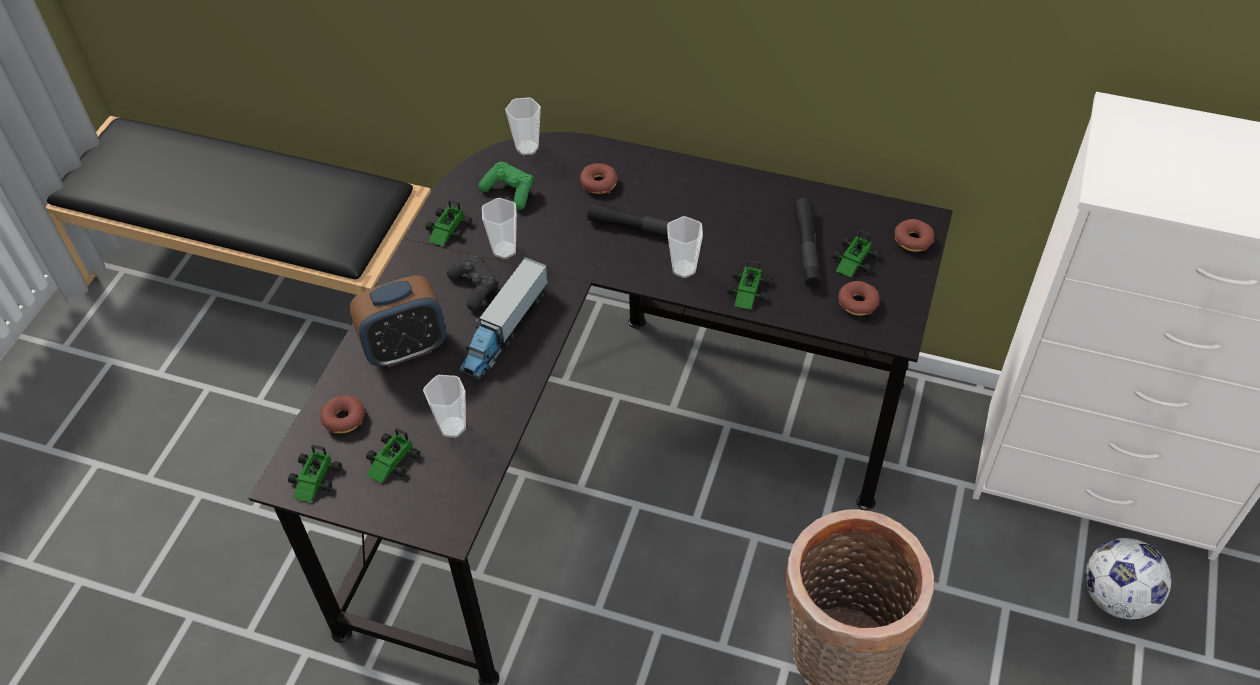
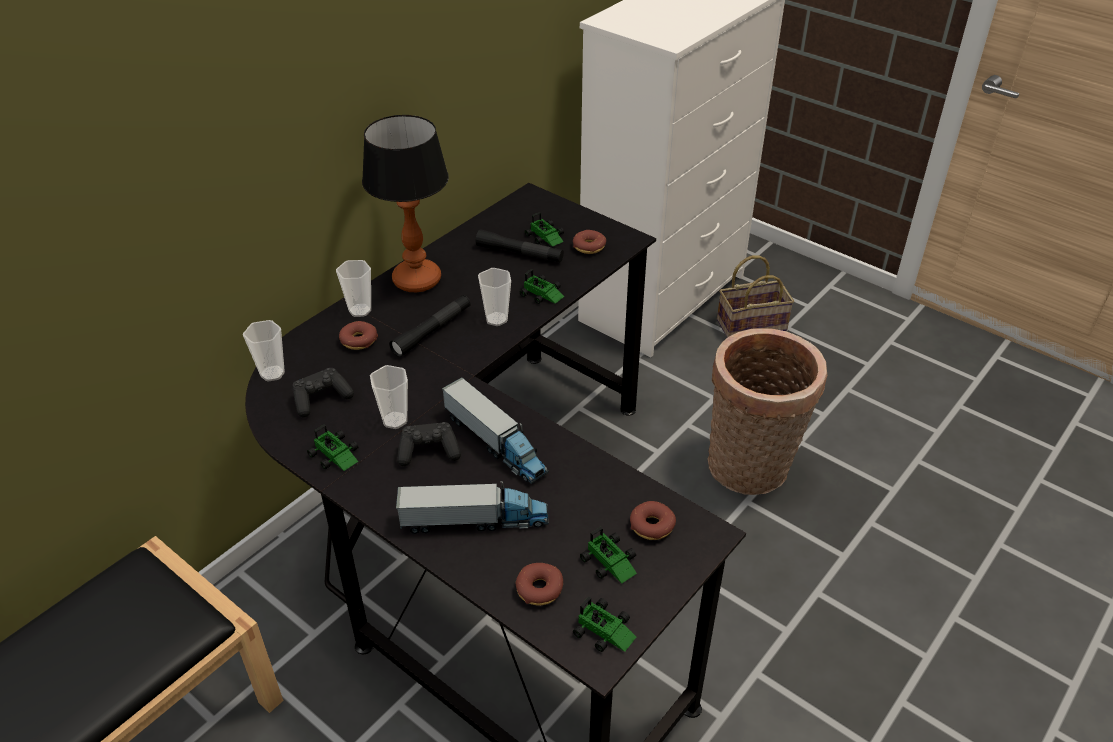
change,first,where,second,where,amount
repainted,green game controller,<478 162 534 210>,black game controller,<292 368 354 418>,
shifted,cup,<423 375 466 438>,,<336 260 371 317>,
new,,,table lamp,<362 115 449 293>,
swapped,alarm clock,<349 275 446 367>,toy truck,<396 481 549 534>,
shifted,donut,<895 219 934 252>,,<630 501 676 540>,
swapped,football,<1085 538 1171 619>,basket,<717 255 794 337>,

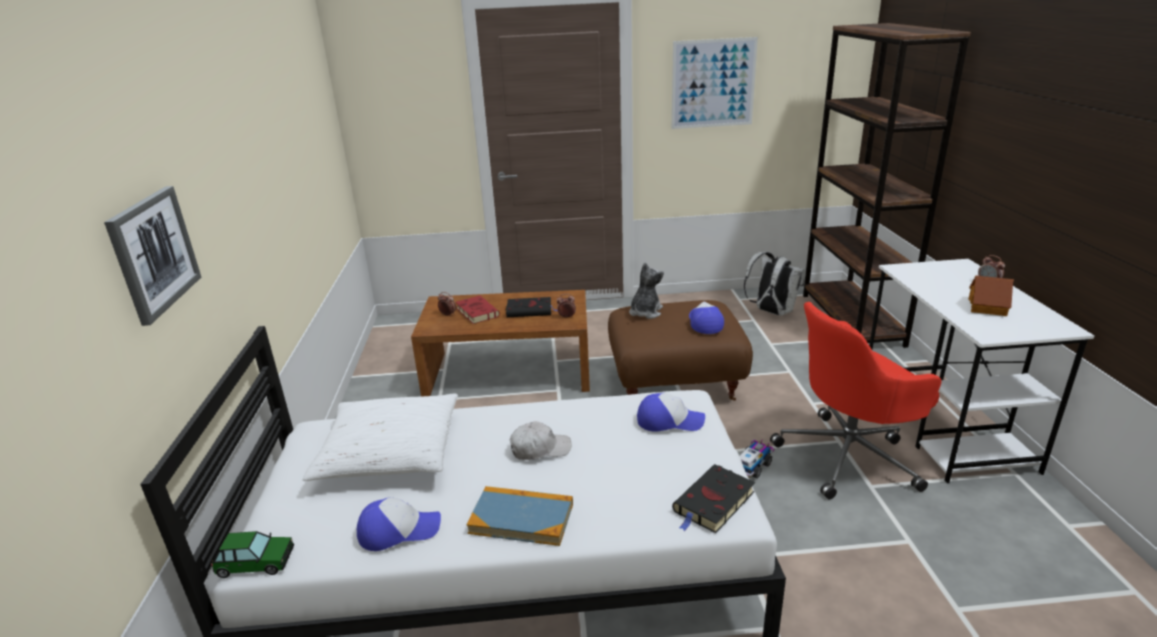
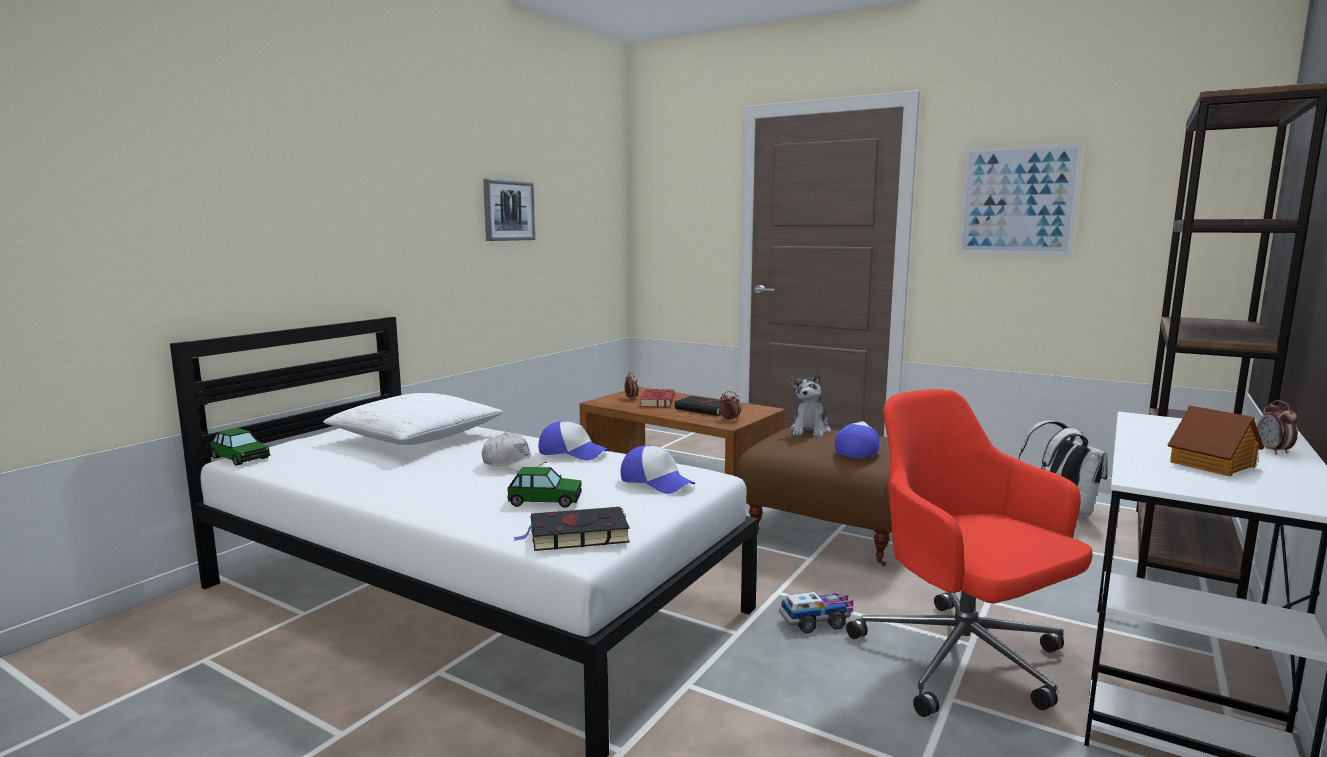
change,first,where,second,where,amount
shifted,picture,<104 186 201 326>,,<483 179 536 241>,
new,,,toy car,<507 467 582 507>,
shifted,cap,<357 497 441 551>,,<538 421 608 460>,
rotated,plush toy,<629 263 664 319>,,<791 370 831 437>,135 degrees clockwise
rotated,red office chair,<770 302 942 500>,,<846 389 1093 717>,45 degrees clockwise
gone,book,<467 486 573 546>,,,

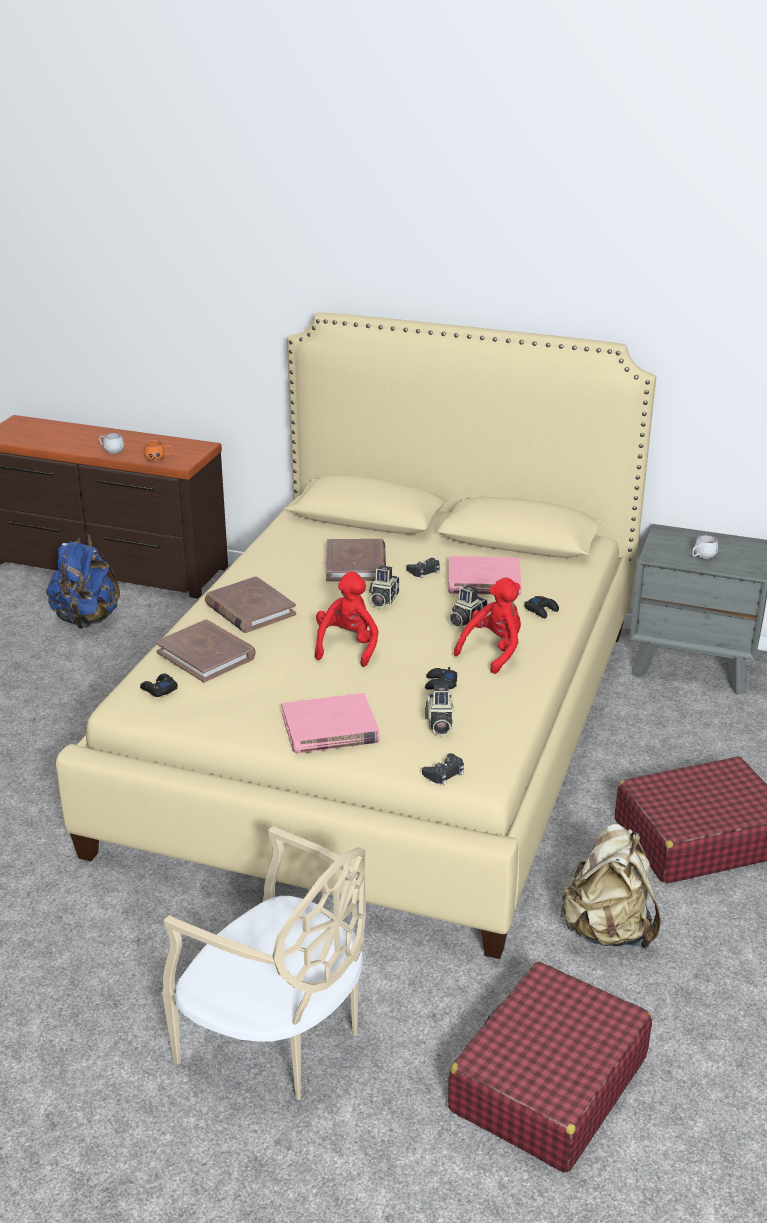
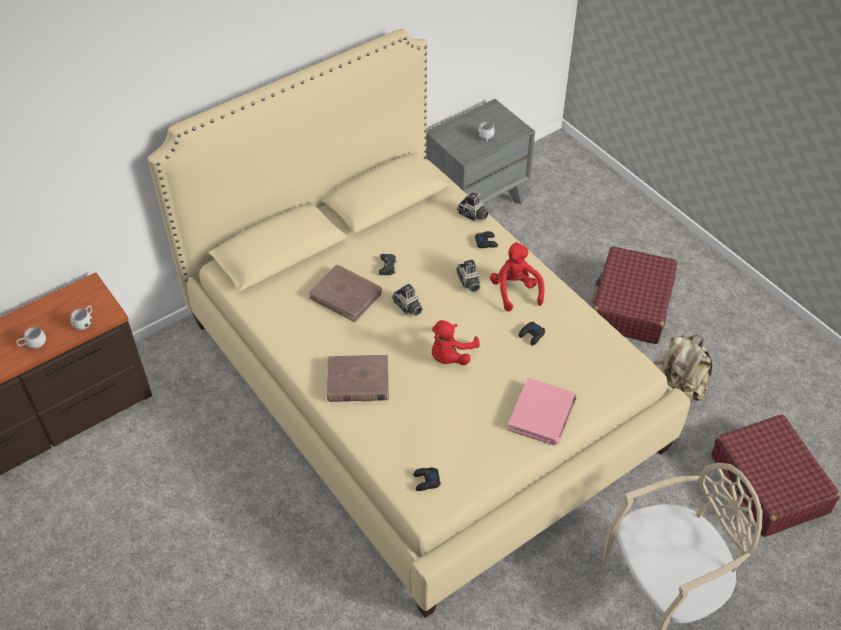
change,first,where,second,where,amount
repainted,orange mug,<144 441 173 462>,white mug,<70 306 92 330>,
rotated,red plush toy,<315 571 379 667>,,<432 320 480 365>,105 degrees counterclockwise
shifted,photo camera,<425 686 454 736>,,<457 192 489 221>,
gone,blue backpack,<46 534 120 629>,,,
gone,brown book,<155 620 256 683>,,,
gone,black game controller,<422 753 464 785>,,,
gone,pink book,<448 556 521 595>,,,

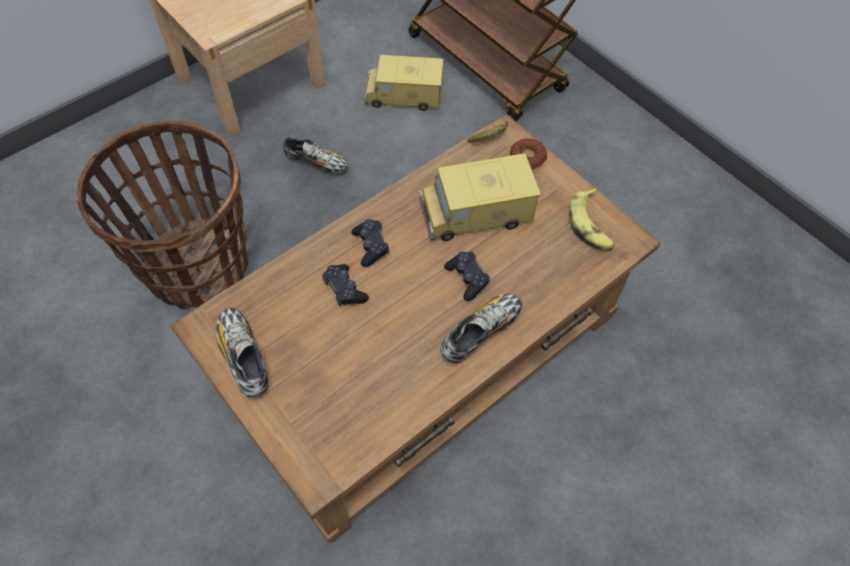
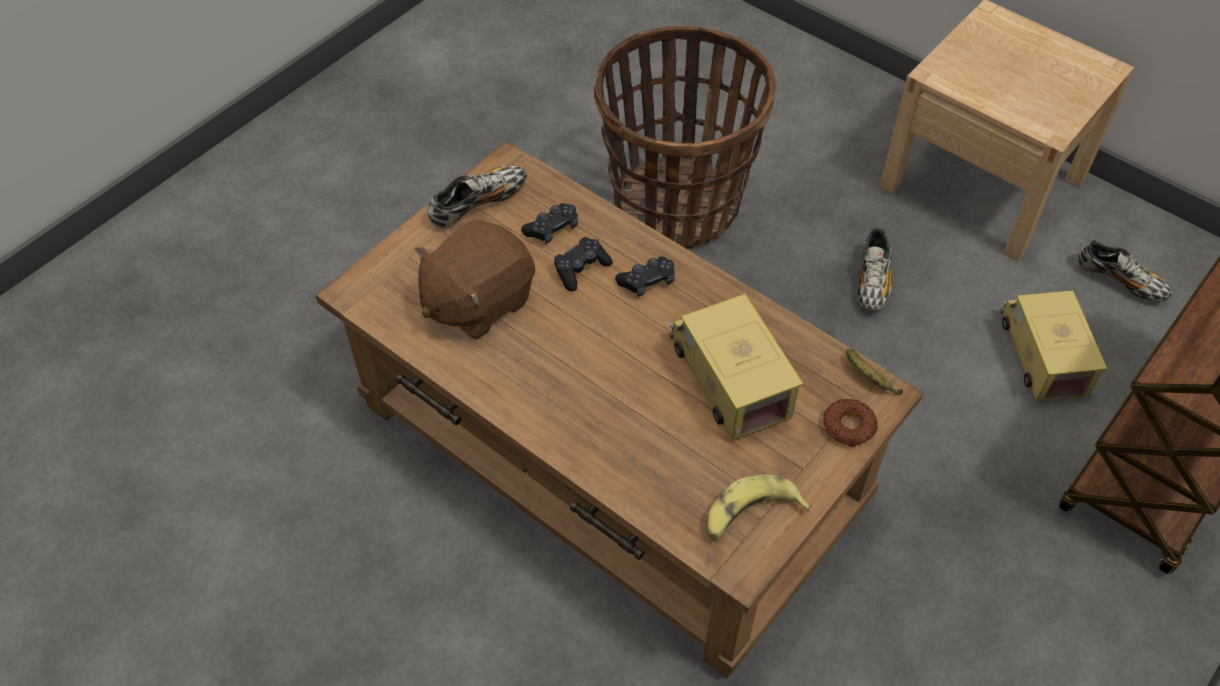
change,first,where,second,where,amount
new,,,brown plush toy,<415 220 535 340>,
shifted,black game controller,<444 251 490 301>,,<521 203 578 244>,
shifted,shoe,<440 294 522 364>,,<1078 240 1172 302>,

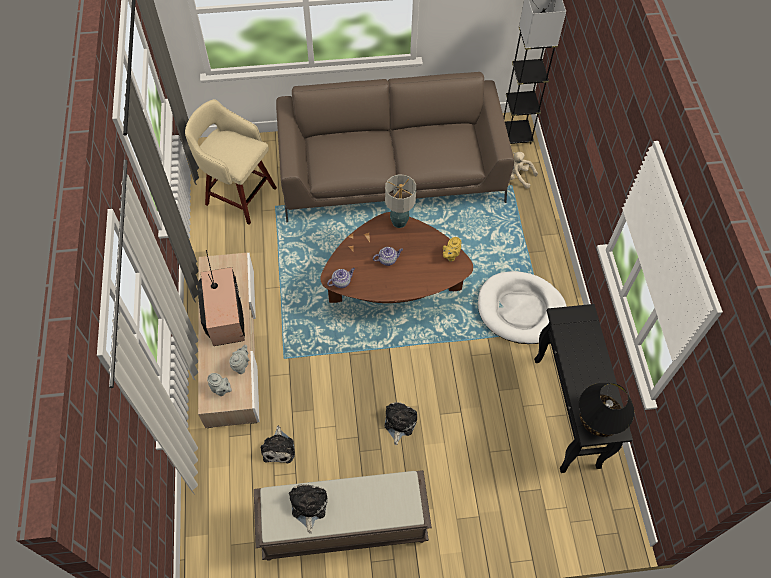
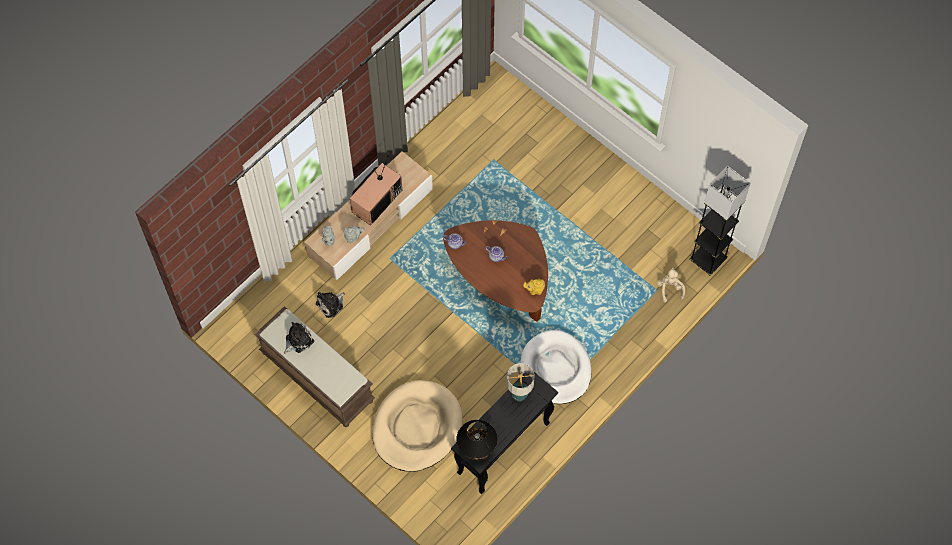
change,first,where,second,where,amount
new,,,beige dog bed,<372 380 463 472>,
shifted,table lamp,<385 175 416 228>,,<507 363 535 402>,
gone,beige stool,<185 99 277 225>,,,
gone,brown sofa,<276 72 514 222>,,,
gone,plush toy,<384 402 417 445>,,,

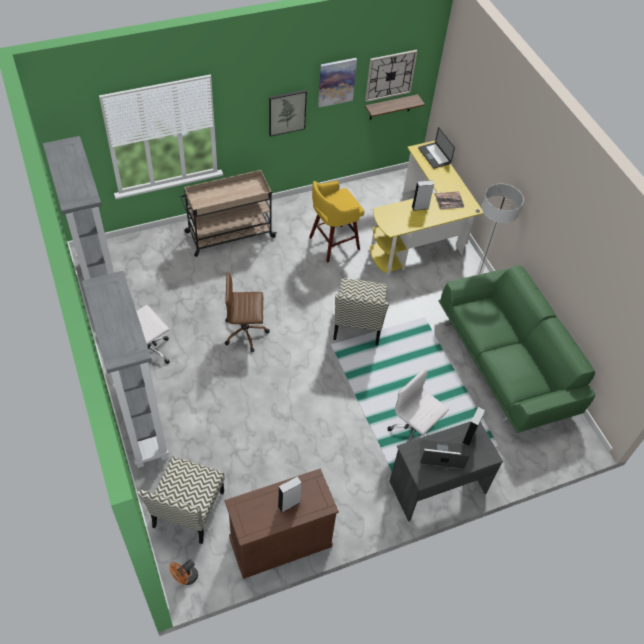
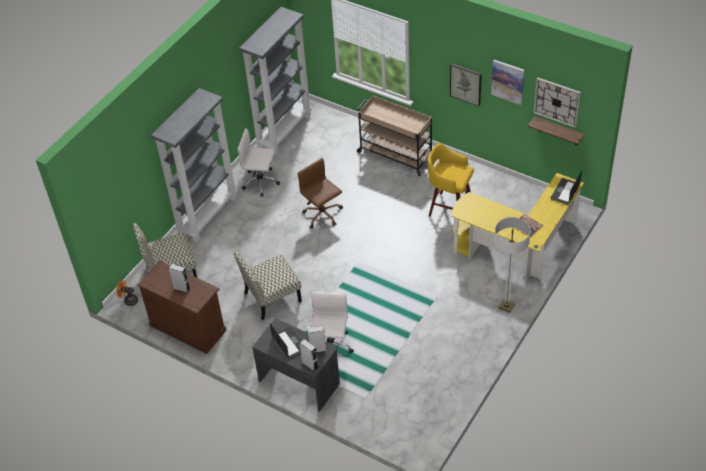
change,first,where,second,where,amount
shifted,chair,<333 278 389 345>,,<234 251 302 320>,
shifted,grey speaker,<412 180 434 211>,,<300 339 318 372>,
gone,green sofa,<438 266 595 433>,,,

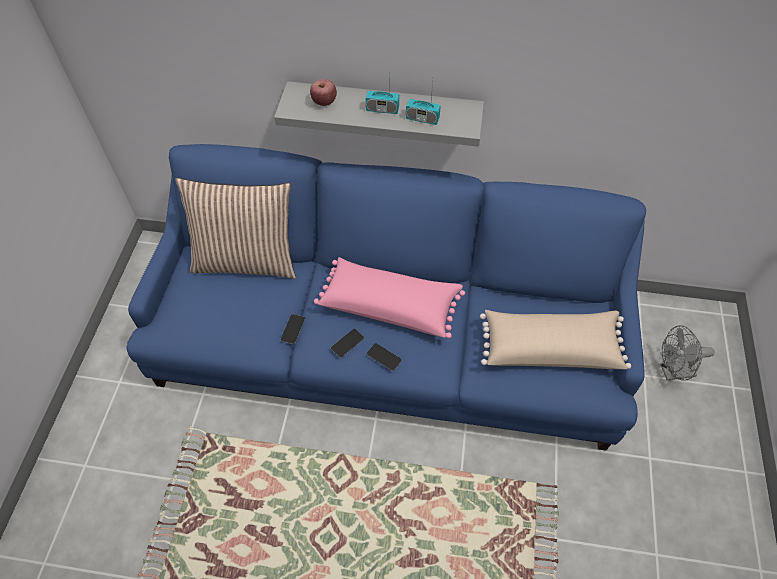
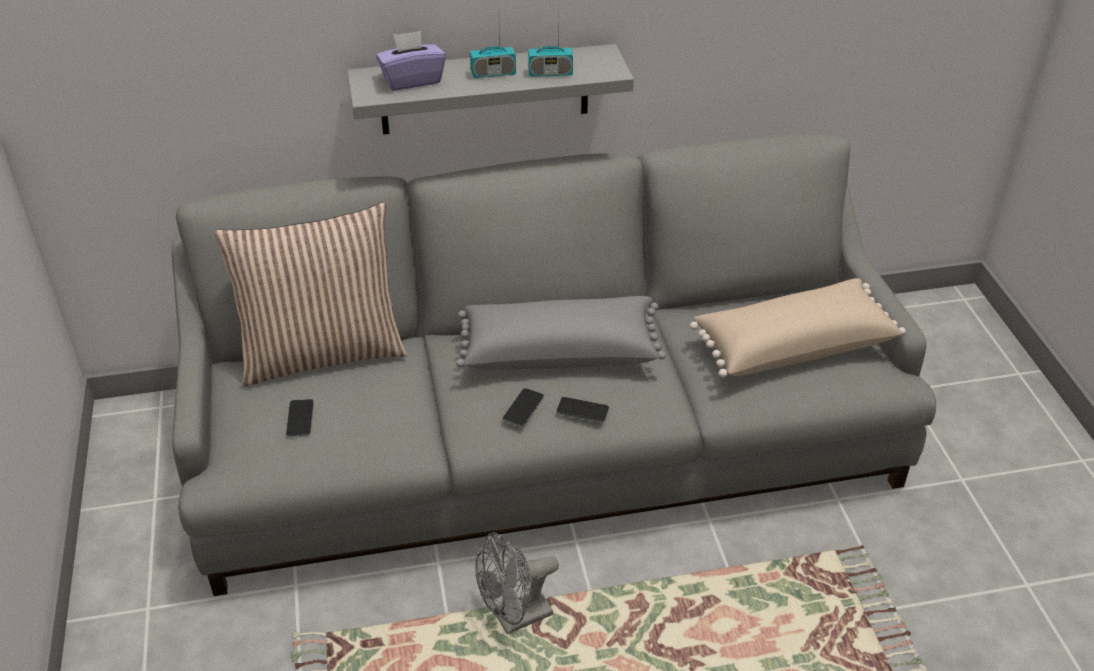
change,first,where,second,where,amount
repainted,blue sofa,<126 144 646 451>,grey sofa,<172 134 936 596>,
shifted,phone,<280 314 305 344>,,<286 399 314 437>,
swapped,apple,<310 79 337 106>,purple tissue box,<376 31 446 91>,
repainted,pink pillow,<314 257 465 338>,grey pillow,<456 296 666 370>,
shifted,grey fan,<661 325 715 381>,,<475 532 559 634>,

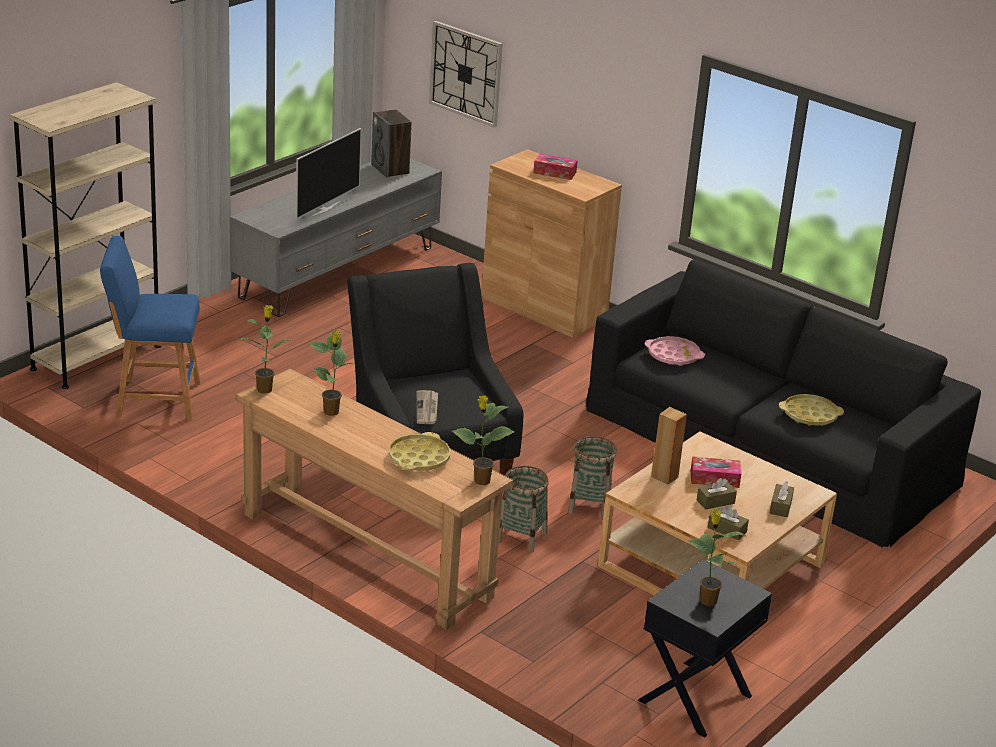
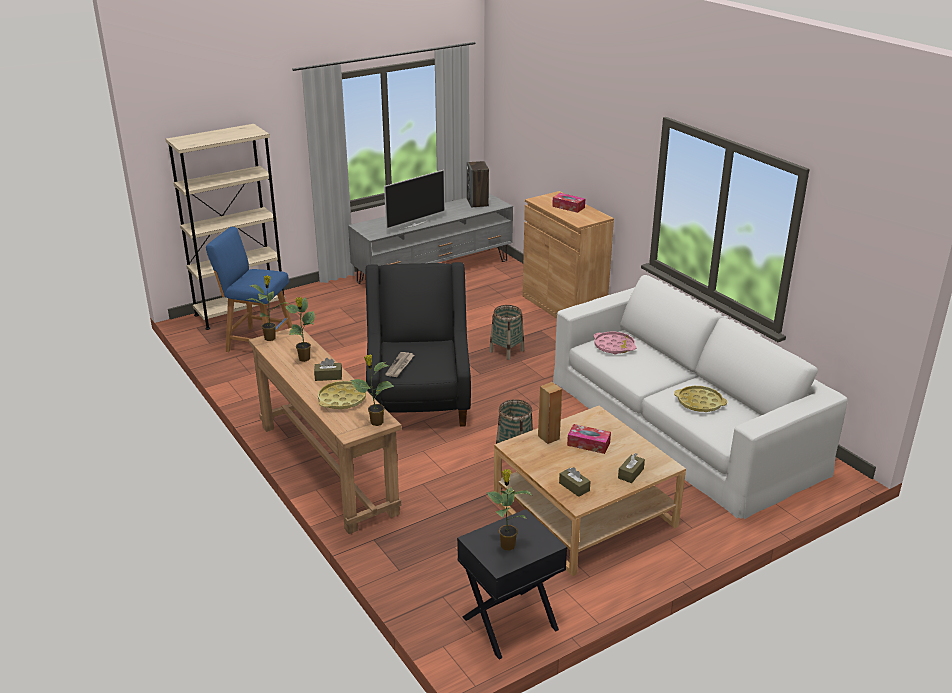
change,first,where,second,where,amount
shifted,brown tissue box,<697 478 737 510>,,<314 358 342 381>,
shifted,basket,<499 466 549 552>,,<489 305 524 360>,
repainted,black sofa,<586 259 981 548>,white sofa,<553 275 848 519>,
gone,wall clock,<429 21 503 128>,,,

